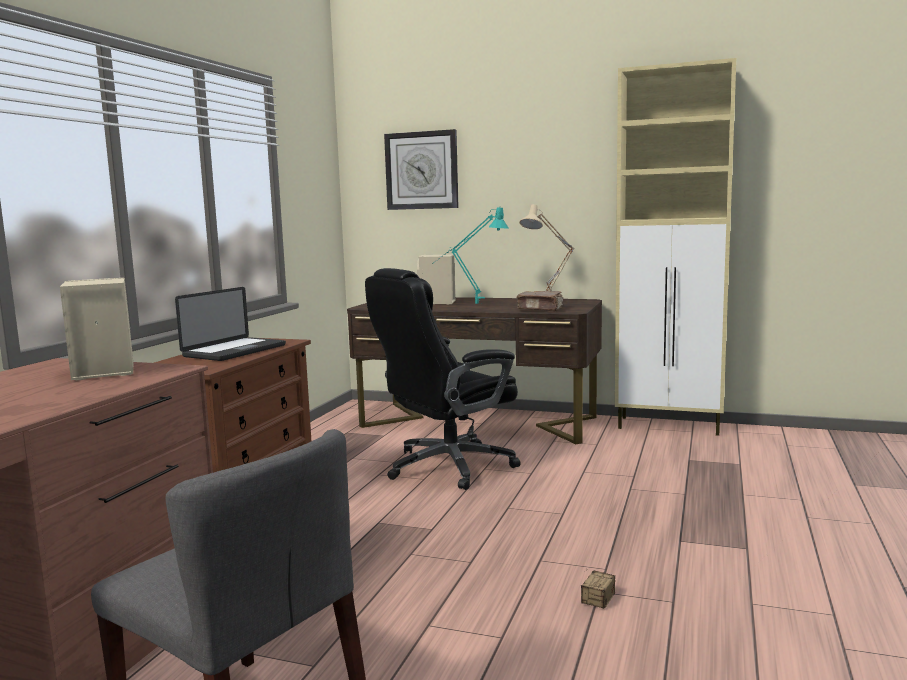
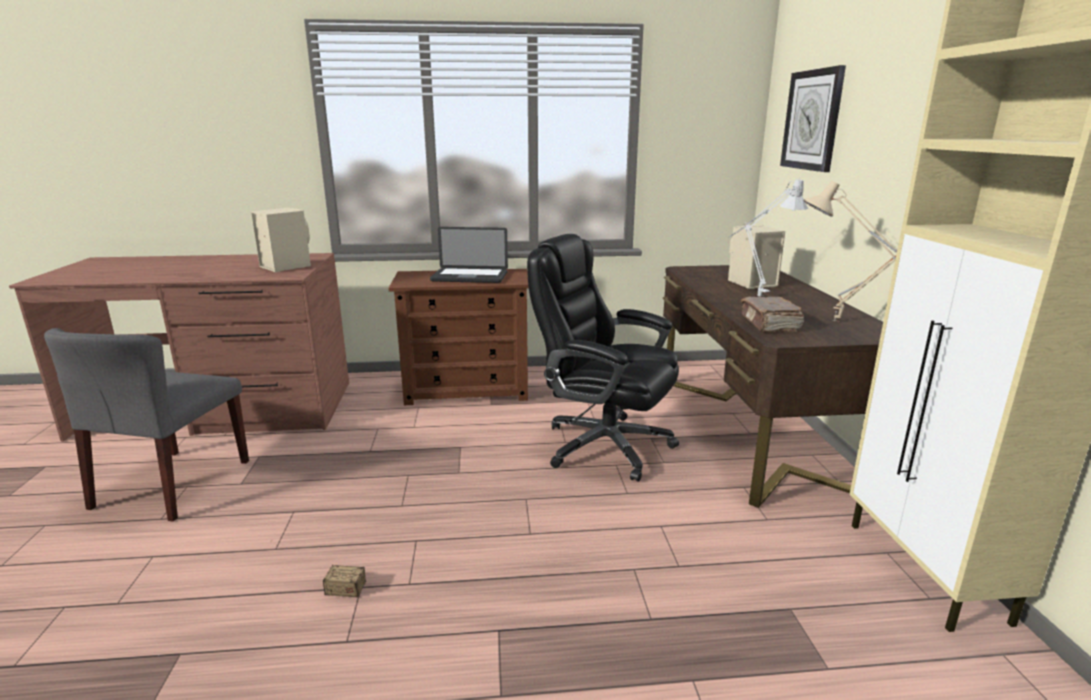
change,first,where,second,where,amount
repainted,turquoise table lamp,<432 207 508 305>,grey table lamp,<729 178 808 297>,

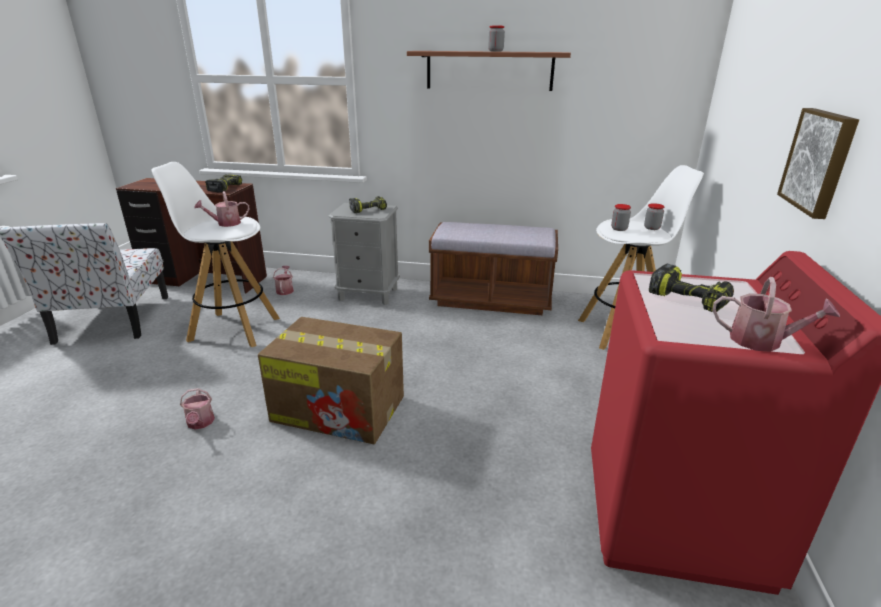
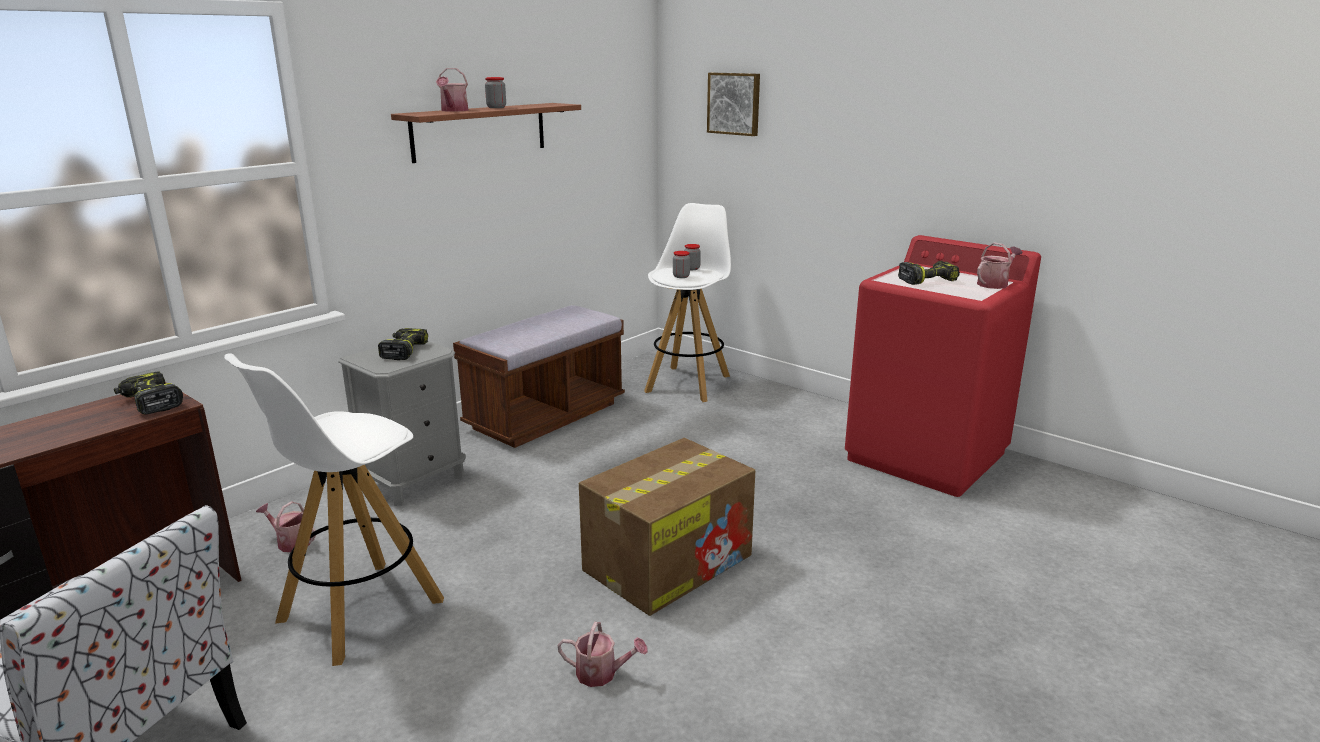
change,first,where,second,where,amount
shifted,watering can,<194 191 250 227>,,<436 68 469 112>,
shifted,picture,<777 108 859 219>,,<707 72 760 136>,

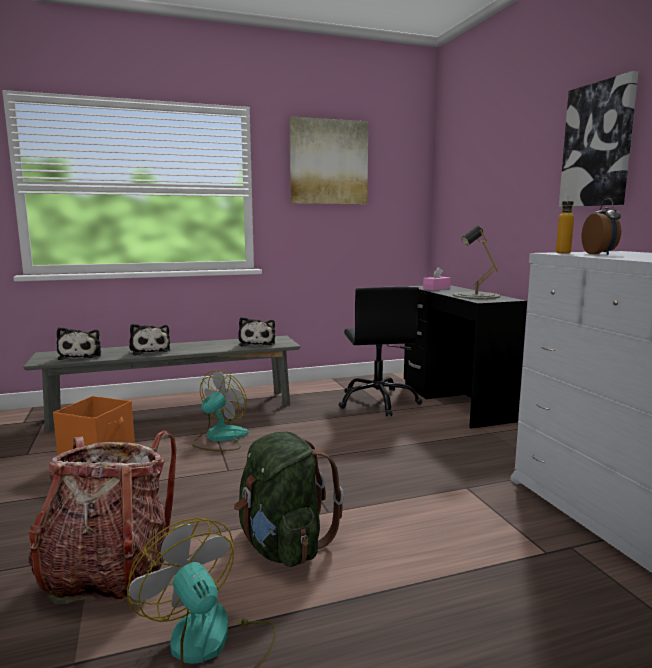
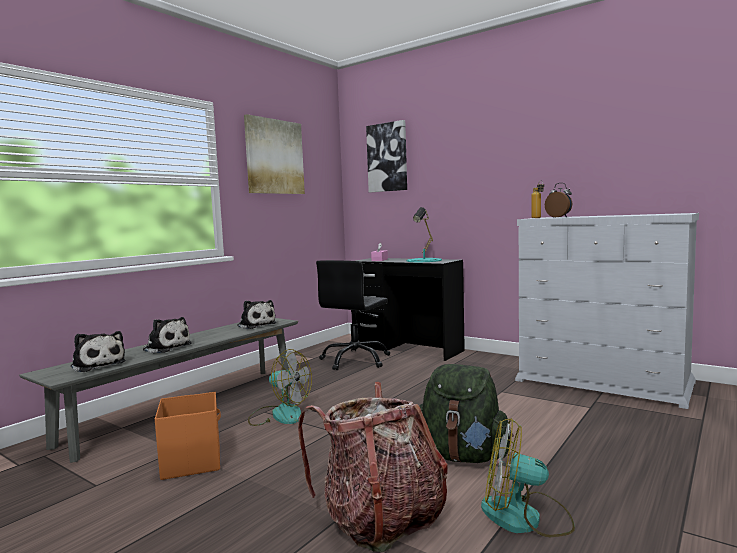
change,first,where,second,where,amount
rotated,fan,<192 371 248 451>,,<248 349 312 426>,120 degrees clockwise
rotated,black office chair,<338 287 422 416>,,<316 260 390 370>,75 degrees clockwise
shifted,picture,<559 71 638 207>,,<366 120 407 192>,
repainted,grey table lamp,<453 226 500 299>,turquoise table lamp,<407 207 442 262>,

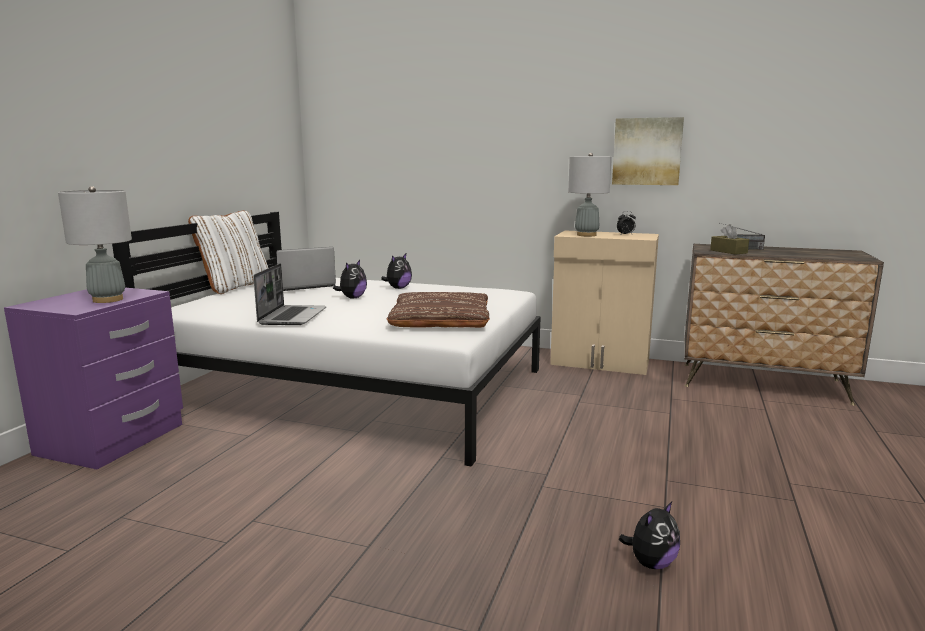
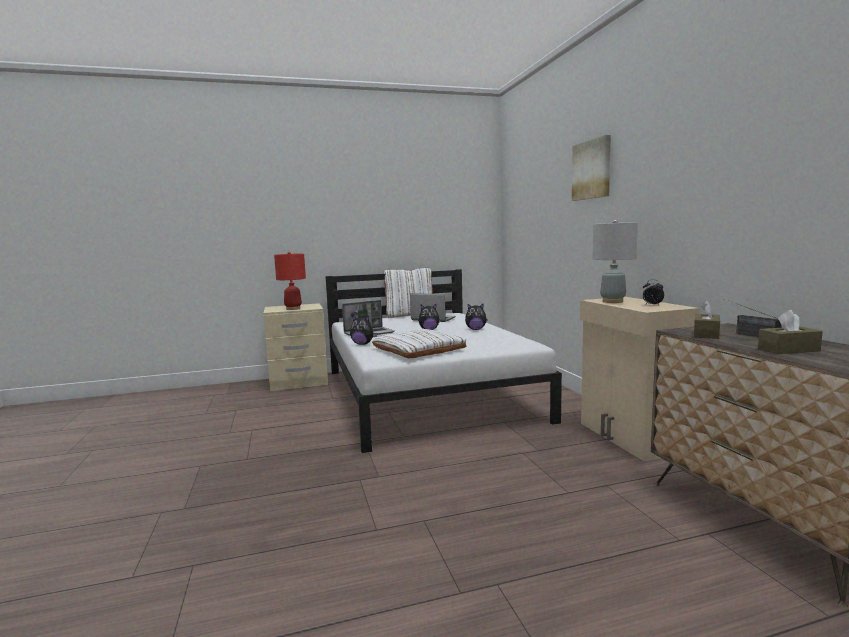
change,first,where,second,where,amount
repainted,purple nightstand,<4 288 183 469>,beige nightstand,<263 303 328 391>,
repainted,grey table lamp,<58 186 132 303>,red table lamp,<274 252 306 310>,
shifted,plush toy,<619 502 680 569>,,<350 315 377 345>,
repainted,brown pillow,<387 292 490 328>,white pillow,<372 329 466 359>,
shifted,picture,<612 117 684 185>,,<572 135 611 201>,
new,,,brown tissue box,<758 310 823 354>,

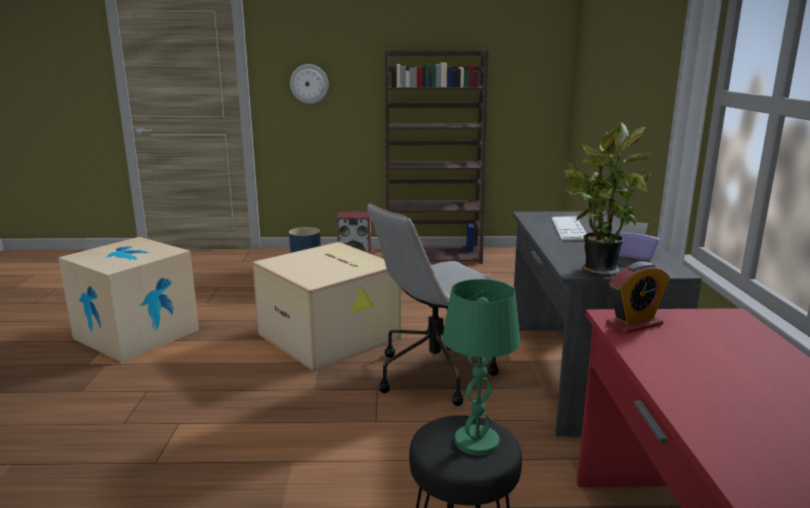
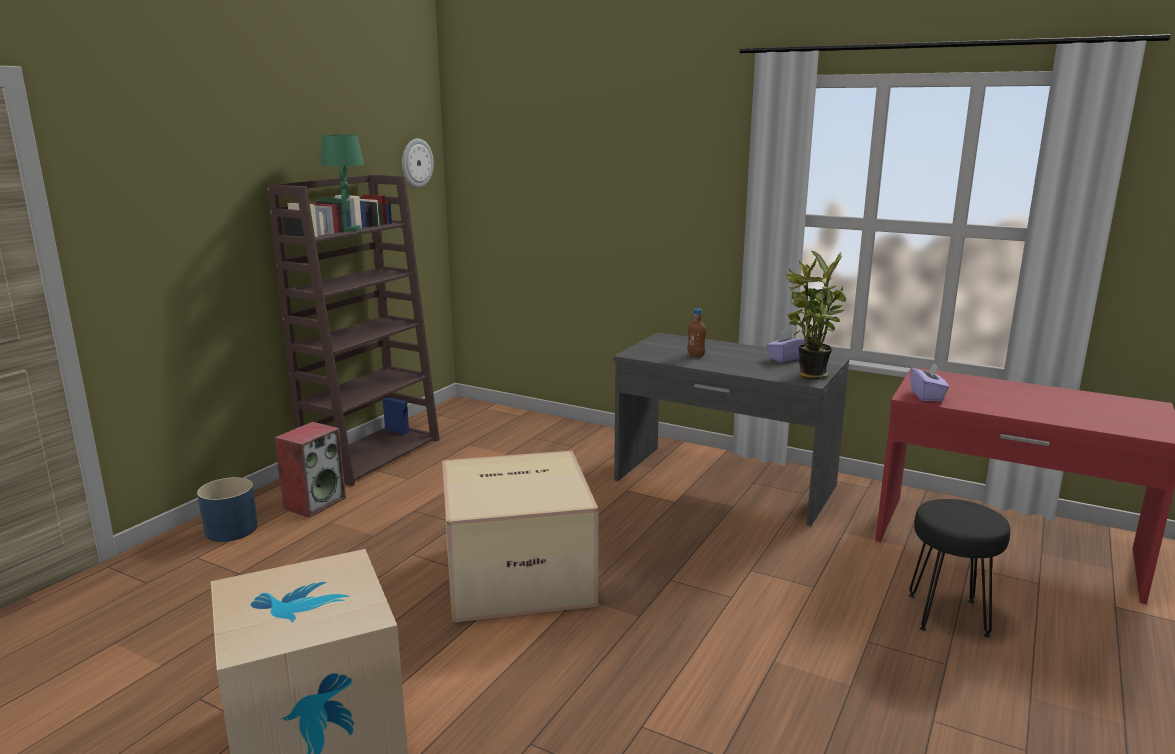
change,first,where,second,where,amount
shifted,green table lamp,<442 279 520 456>,,<321 135 364 231>,
shifted,wall clock,<290 64 329 104>,,<402 138 434 188>,
swapped,keyboard,<552 216 587 240>,brown bottle,<687 308 706 357>,
swapped,alarm clock,<606 261 670 334>,purple tissue box,<910 363 949 401>,
gone,grey office chair,<367 203 514 406>,,,

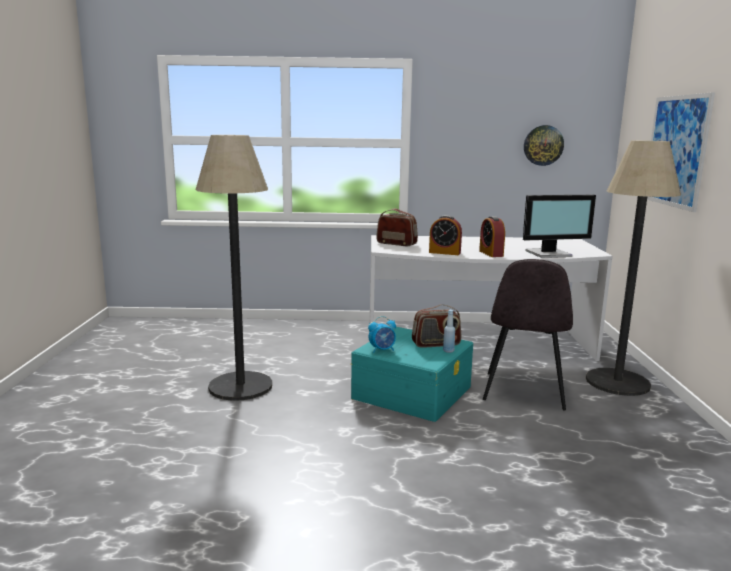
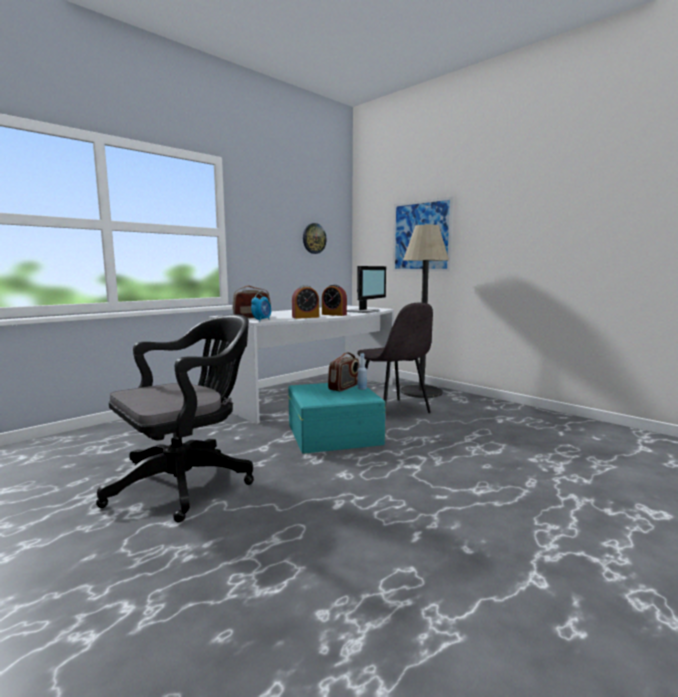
change,first,where,second,where,amount
swapped,floor lamp,<196 135 272 401>,black office chair,<96 314 254 523>,
shifted,alarm clock,<368 316 396 353>,,<251 293 271 321>,

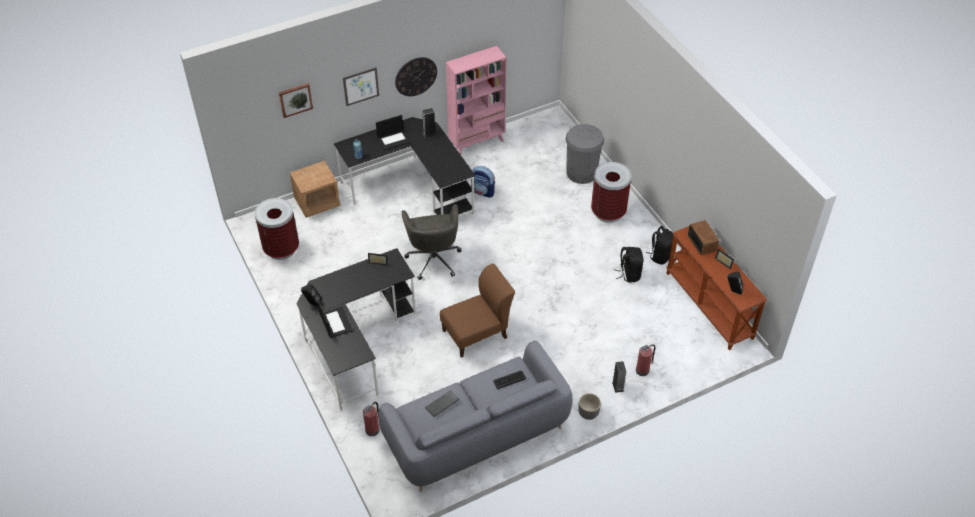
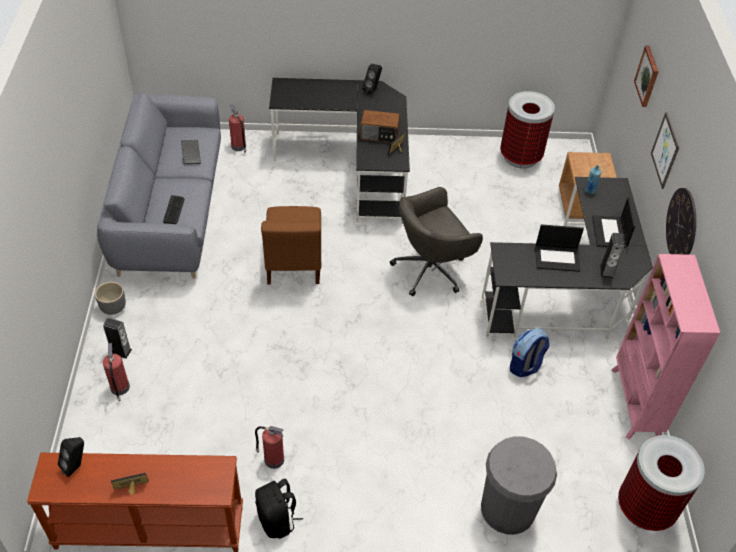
change,first,where,second,where,amount
swapped,black backpack,<615 247 643 283>,fire extinguisher,<255 426 284 469>,
shifted,radio,<688 220 719 255>,,<360 110 400 143>,
rotated,grey office chair,<401 204 461 280>,,<390 187 483 296>,45 degrees counterclockwise
shifted,laptop,<317 300 353 338>,,<535 224 584 272>,
shifted,trash can,<591 162 631 223>,,<618 435 705 531>,

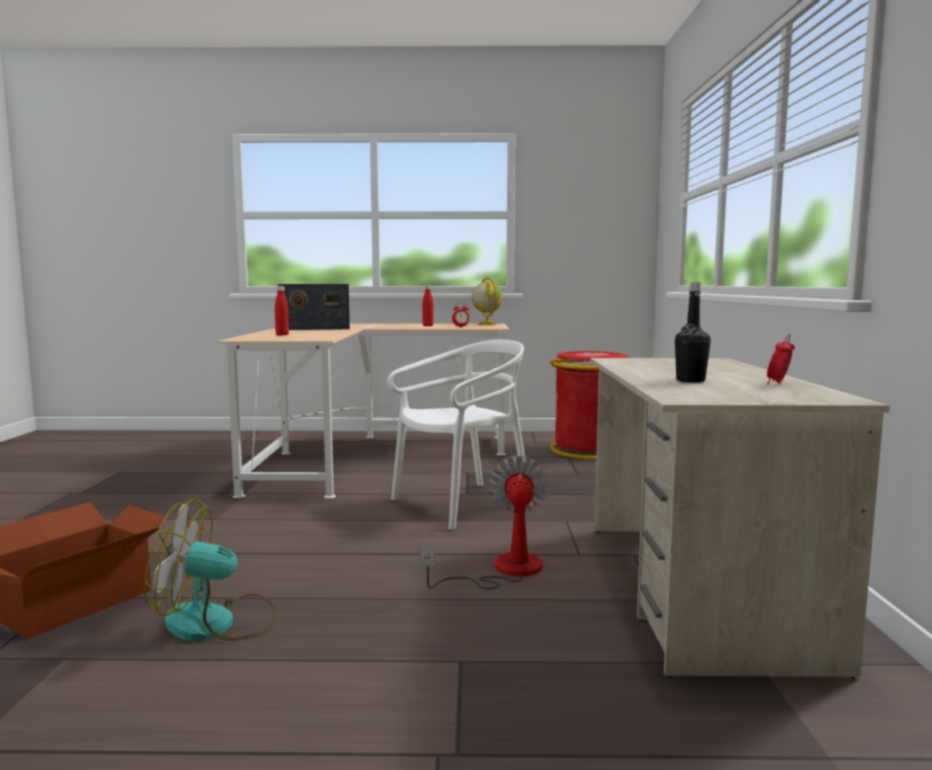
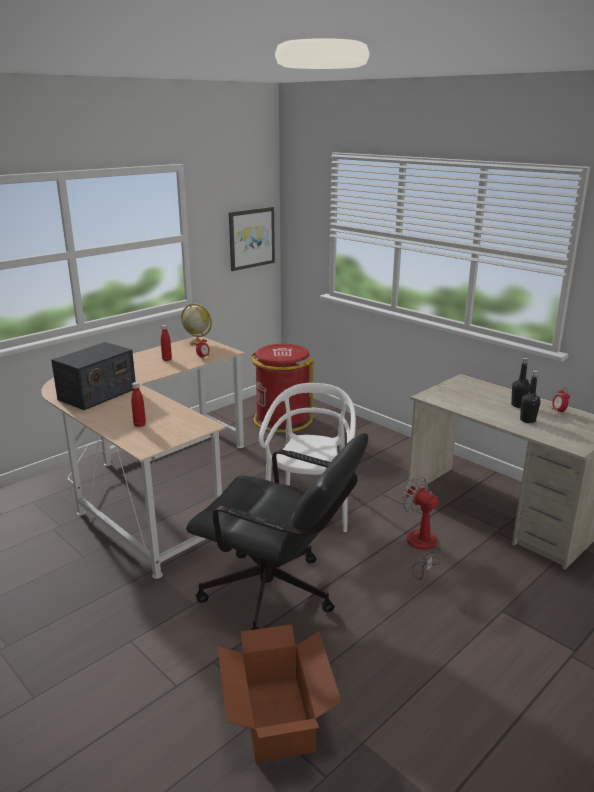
change,first,where,second,where,amount
new,,,black office chair,<186 433 368 630>,
new,,,picture,<229 207 275 271>,
new,,,black bottle,<511 358 530 408>,
gone,fan,<144 498 277 641>,,,

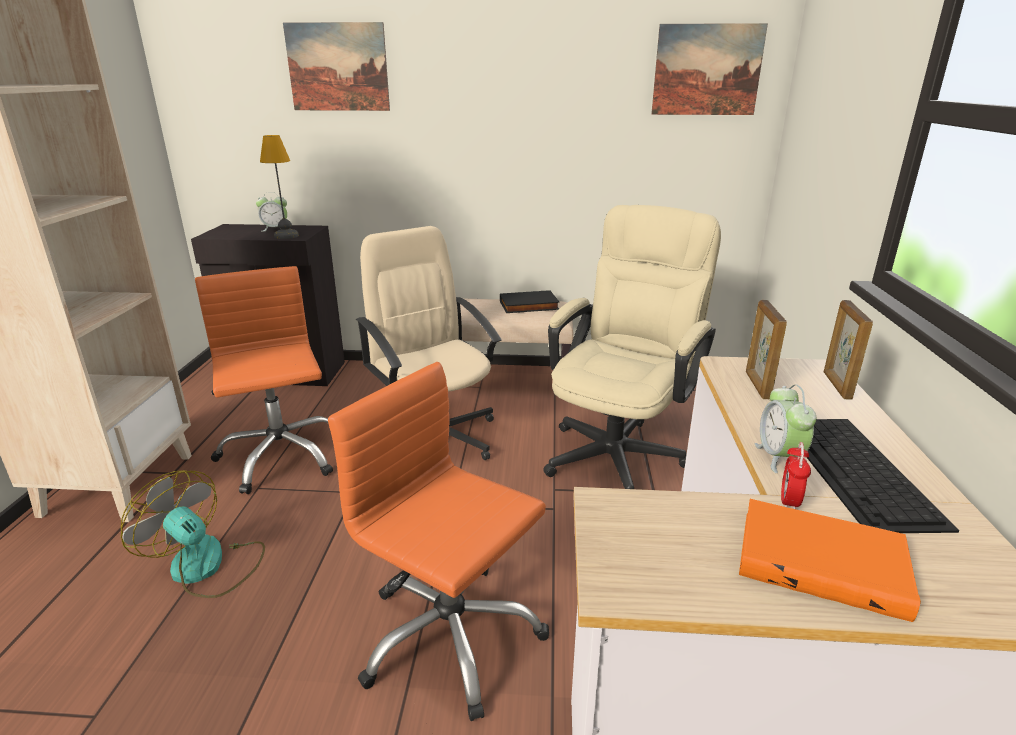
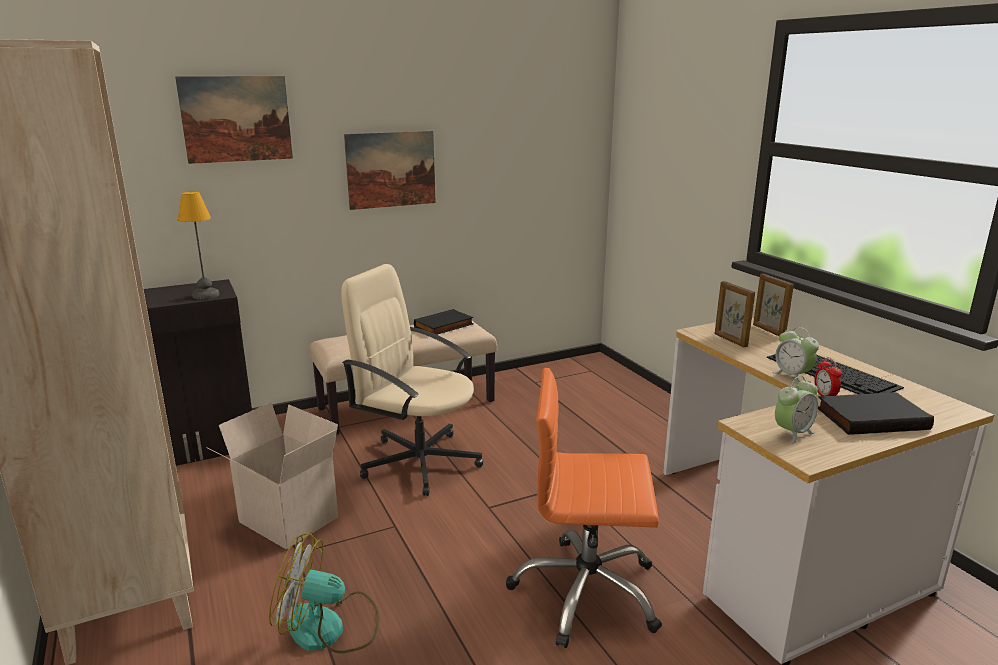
change,first,where,second,where,amount
swapped,orange office chair,<195 266 333 494>,cardboard box,<206 402 338 550>,
shifted,picture,<651 23 768 115>,,<344 131 436 210>,
shifted,alarm clock,<256 193 287 231>,,<775 376 818 444>,
repainted,orange book,<739 499 921 622>,black book,<818 392 934 435>,
gone,beige office chair,<543 205 721 489>,,,

